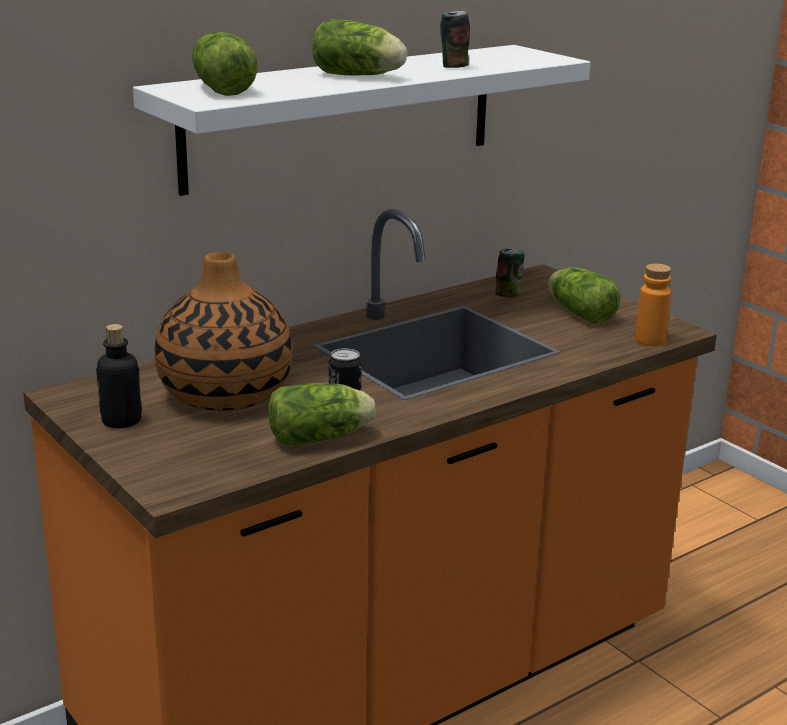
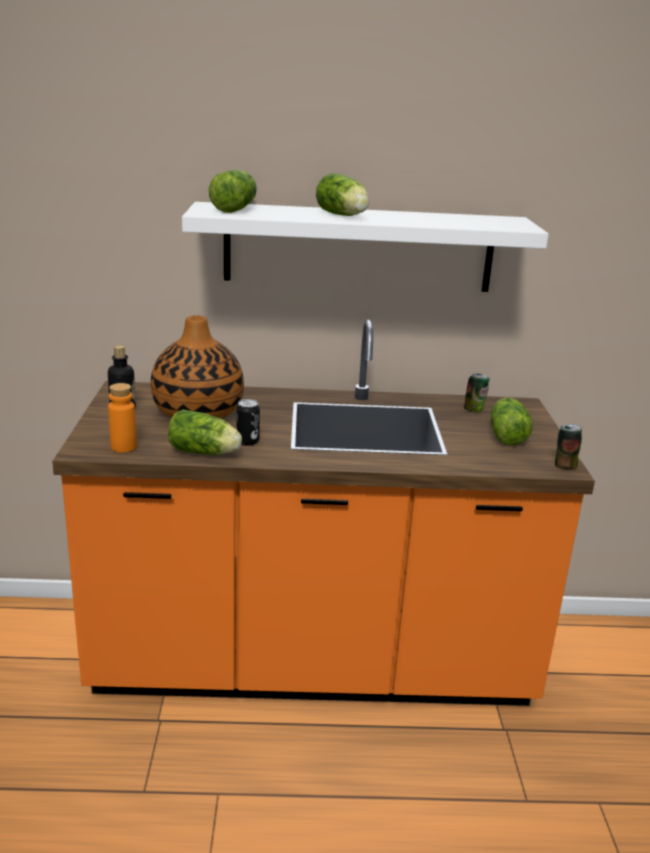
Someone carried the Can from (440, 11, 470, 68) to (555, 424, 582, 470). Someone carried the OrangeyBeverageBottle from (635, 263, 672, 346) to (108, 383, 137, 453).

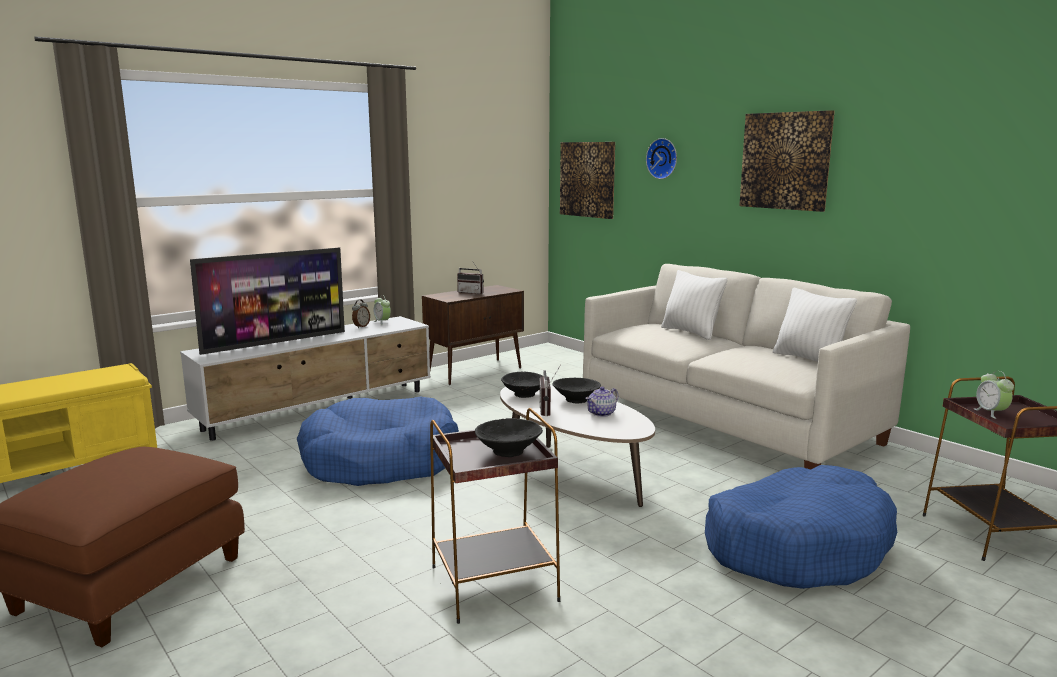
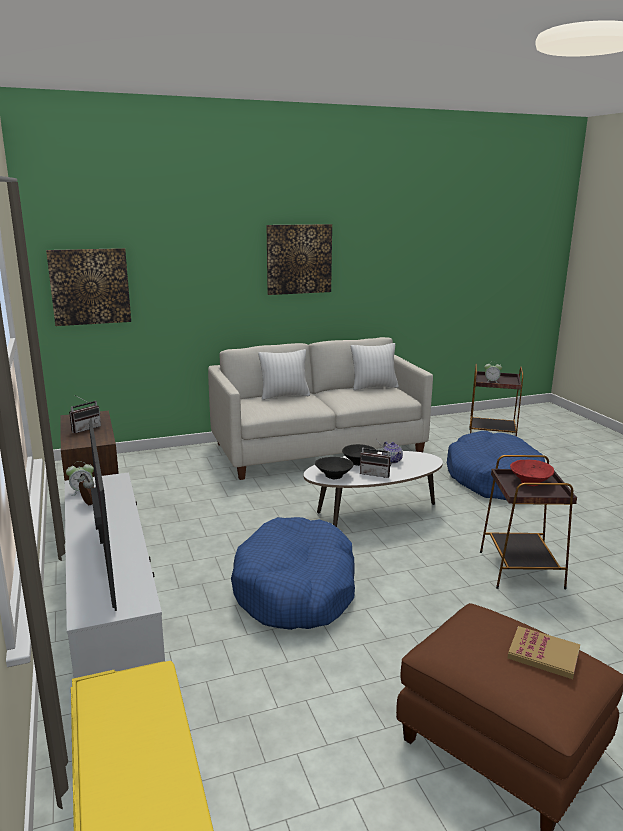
Someone took away the WallClock at (646, 138, 677, 179). Someone repainted the BlackColouredDeepDish at (475, 418, 543, 457), which became the RedDeepDish at (510, 460, 554, 486). Someone put down the BoundBook at (508, 626, 580, 679).

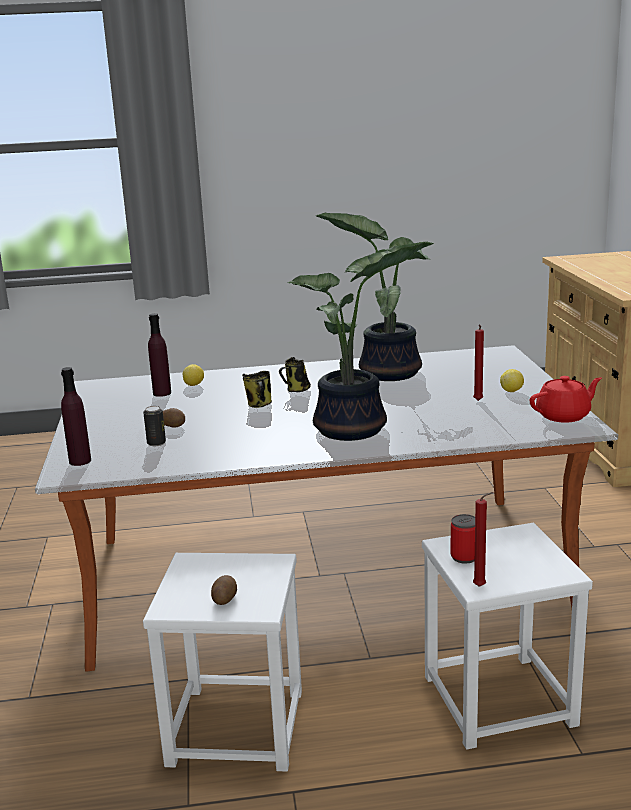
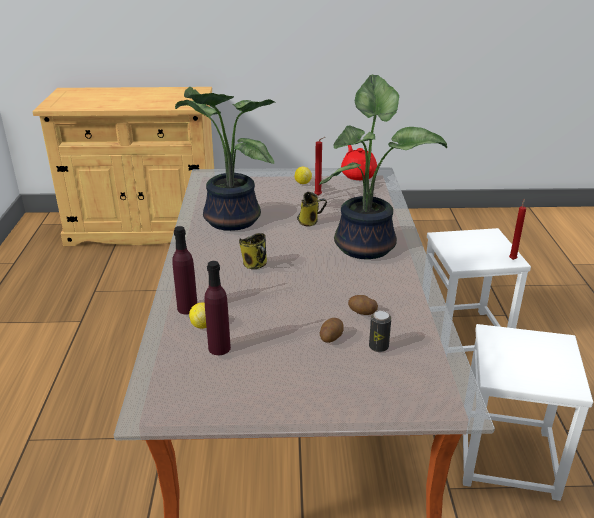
Someone carried the PurplishBeverageBottle from (61, 367, 91, 466) to (172, 226, 197, 314). Someone carried the CoffeeMug from (242, 371, 272, 408) to (297, 192, 327, 226). Someone took away the Can at (451, 514, 475, 564). Someone carried the Potato from (211, 575, 237, 605) to (348, 295, 378, 315).

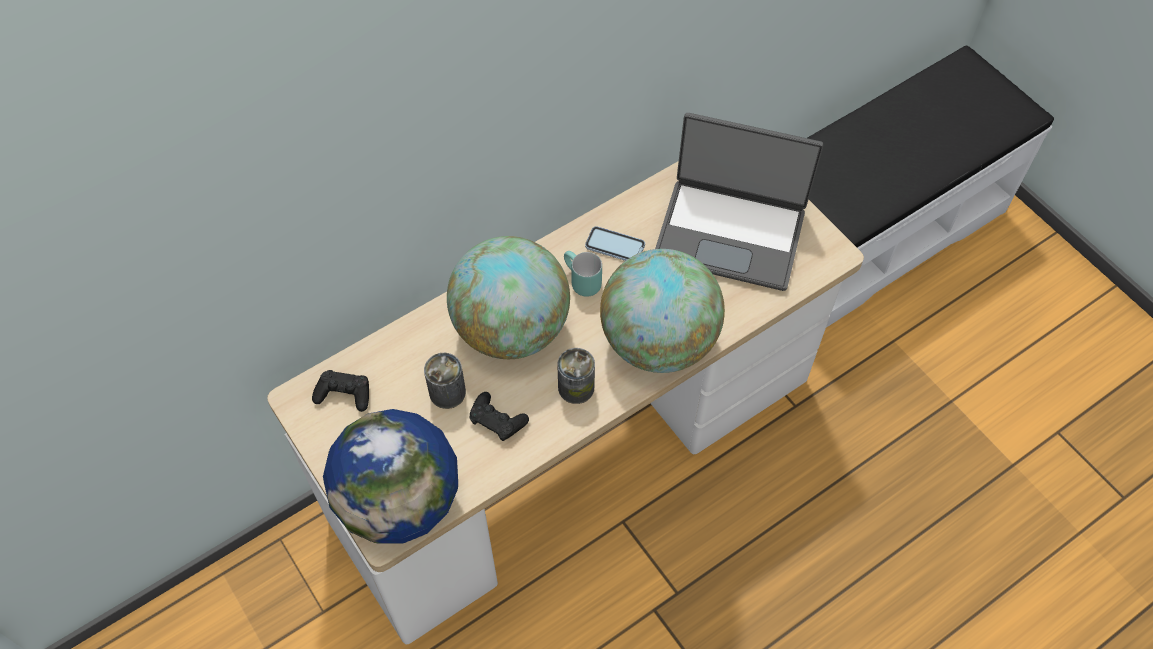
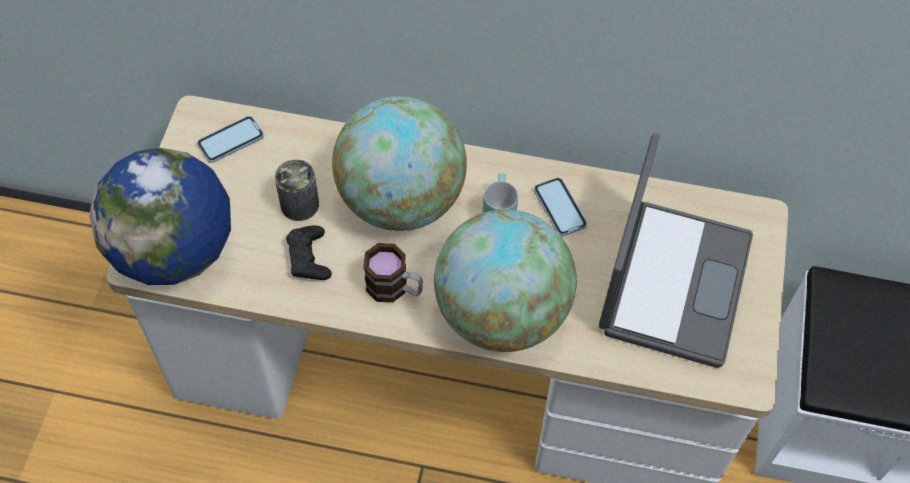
Someone rotated the PortableComputer at (655, 113, 824, 291) by 135 degrees counterclockwise. Someone swapped the Can at (557, 348, 595, 404) for the CoffeeMug at (363, 243, 423, 303). Someone swapped the BlackColouredJoypad at (312, 370, 369, 412) for the Handset at (197, 116, 264, 163).

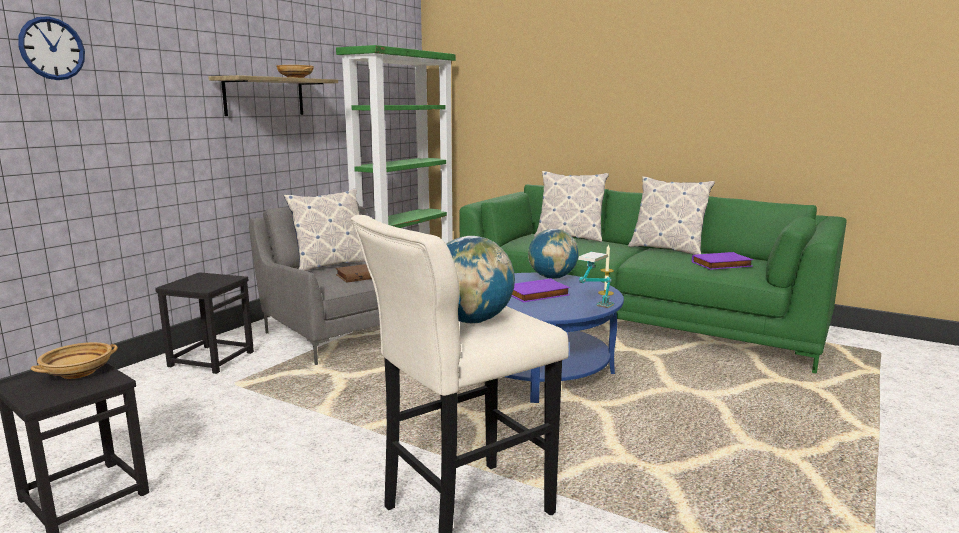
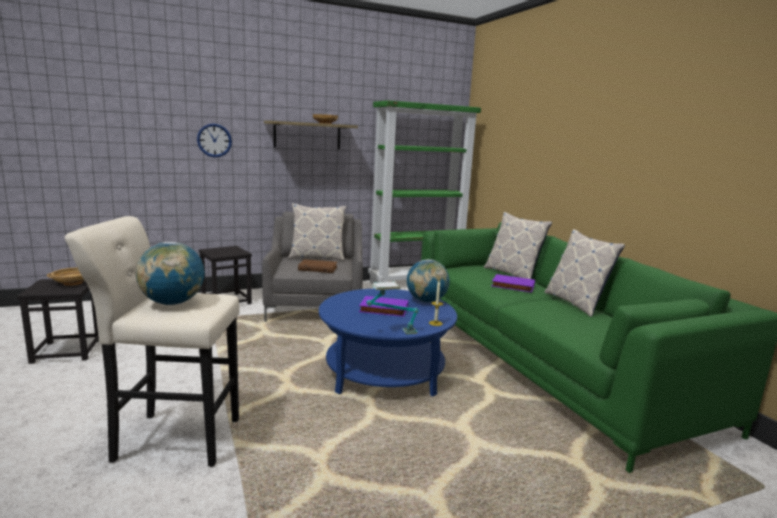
Someone carried the WallClock from (18, 16, 85, 80) to (197, 124, 232, 157). Someone carried the PurplishBoundBook from (692, 252, 753, 270) to (492, 274, 535, 293).

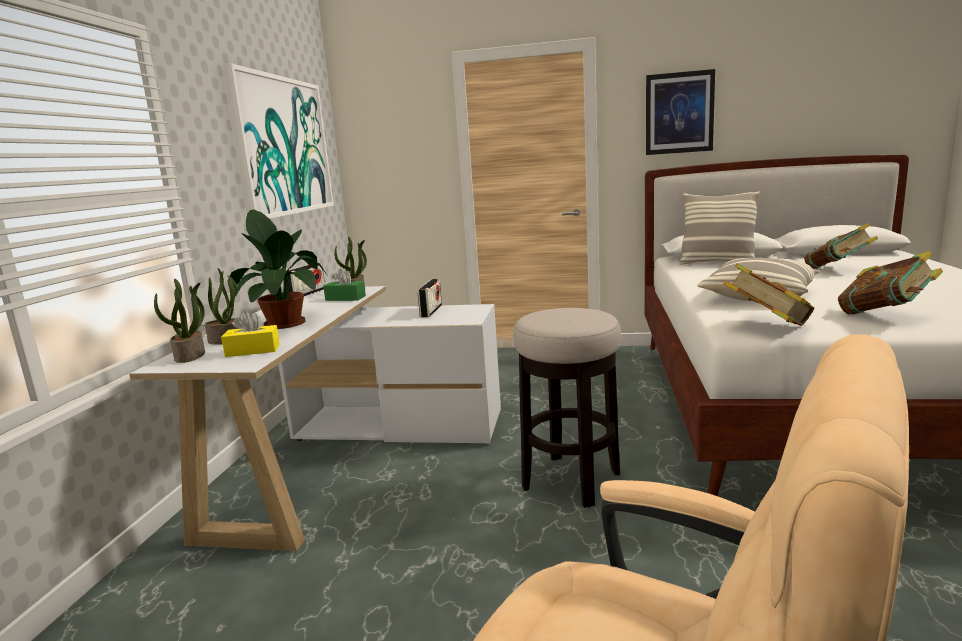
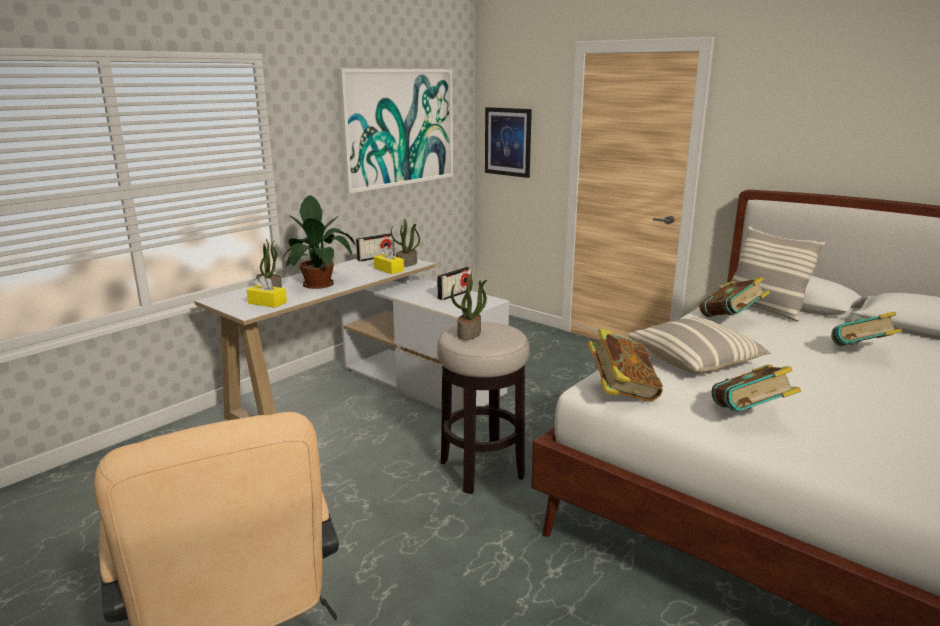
Someone carried the Picture from (646, 69, 715, 155) to (485, 107, 532, 178). Someone repainted the GreenColouredTissueBox at (323, 269, 366, 301), which became the YellowColouredTissueBox at (374, 246, 404, 274). Someone carried the Houseplant from (154, 279, 205, 363) to (451, 274, 487, 340). Someone put down the BoundBook at (699, 277, 770, 317).

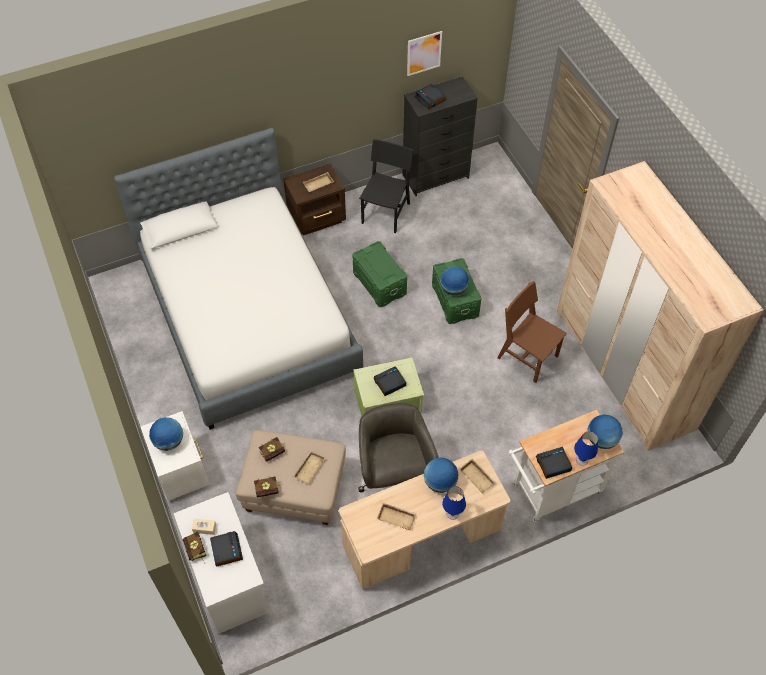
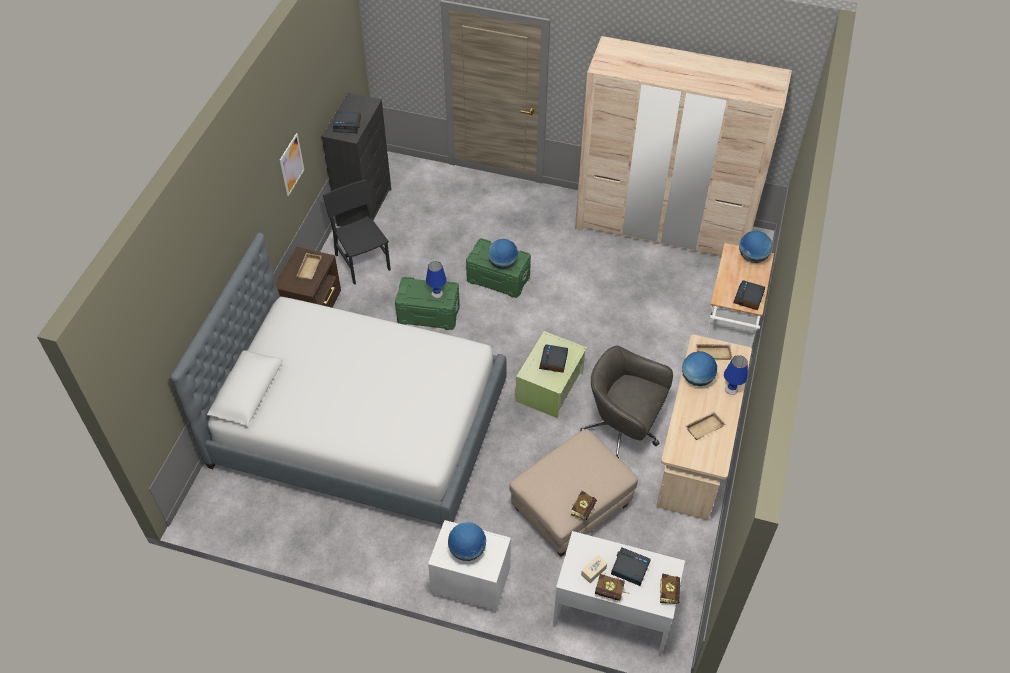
Someone carried the Picture from (407, 31, 442, 76) to (280, 133, 304, 196). Someone took away the BrownPlainChair at (498, 281, 567, 383). Someone carried the BlueColouredLampForATable from (574, 431, 598, 466) to (426, 261, 447, 298). Someone carried the BoundBook from (259, 437, 285, 462) to (660, 574, 681, 604). Someone took away the BeigeColouredTray at (293, 451, 325, 484).

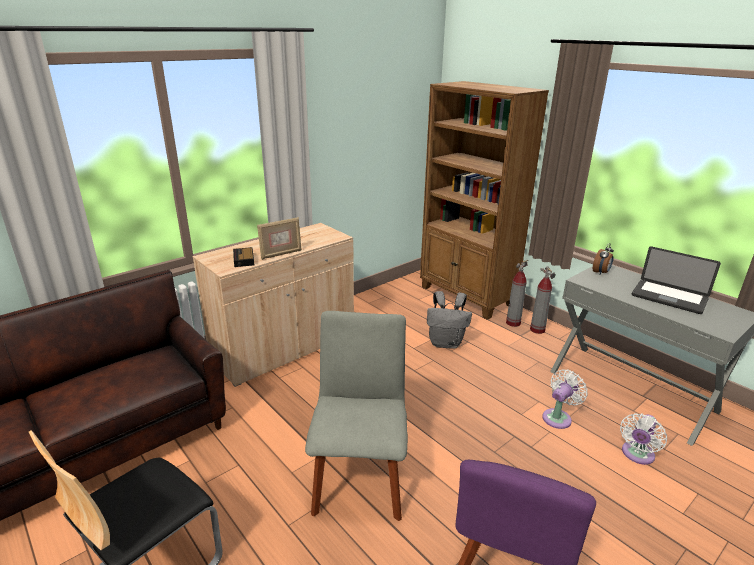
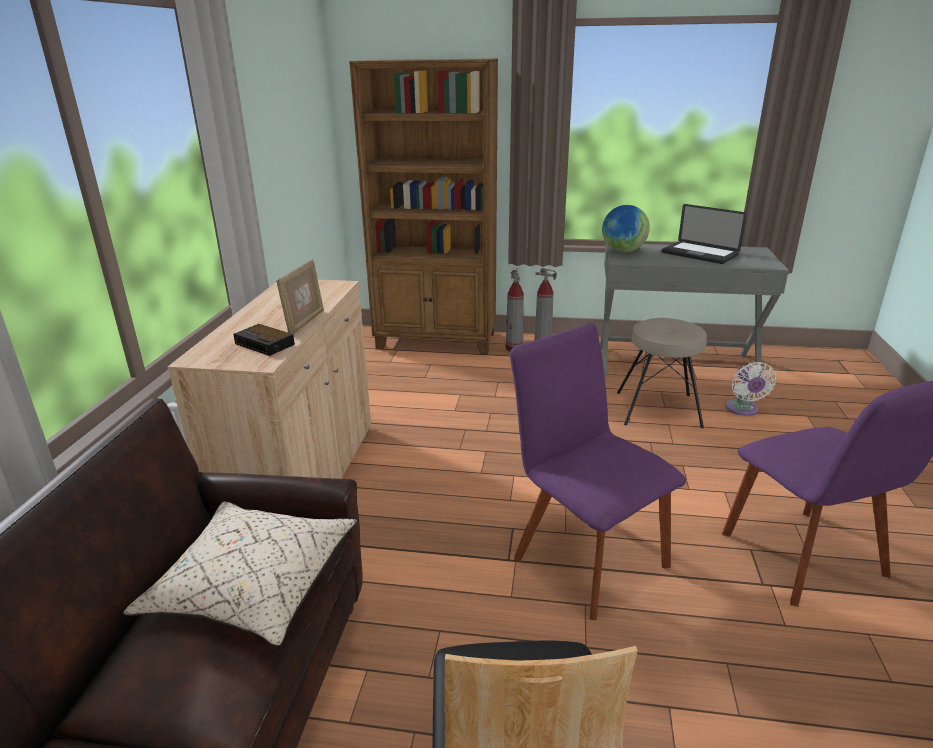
Someone swapped the TableClock at (593, 243, 614, 275) for the Globe at (602, 205, 650, 252). Someone rotated the PortableComputer at (632, 246, 721, 314) by 45 degrees clockwise. Someone took away the GrayKnapsack at (427, 291, 472, 349). Someone repainted the GrayPlainChair at (305, 311, 408, 521), which became the PurplishPlainChair at (510, 323, 686, 620). Someone swapped the WhitishCoolingFan at (542, 369, 588, 429) for the BeigeColouredStool at (617, 318, 707, 428). Someone put down the BeigeColouredThrowPillow at (123, 502, 357, 646).

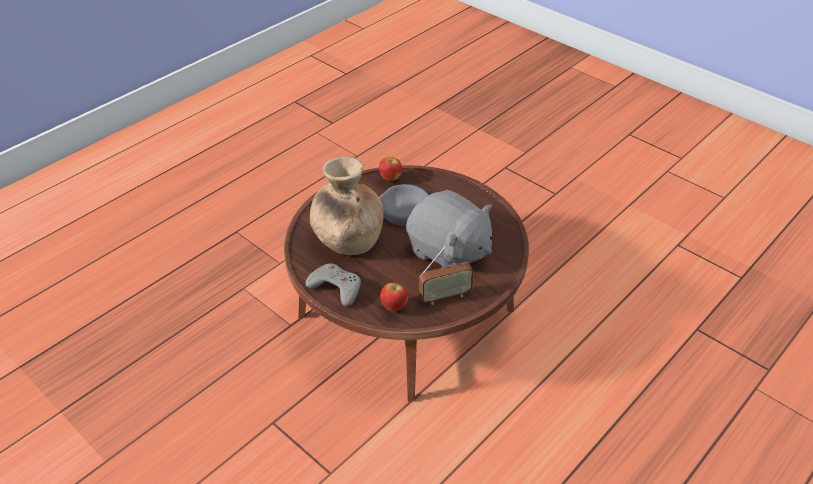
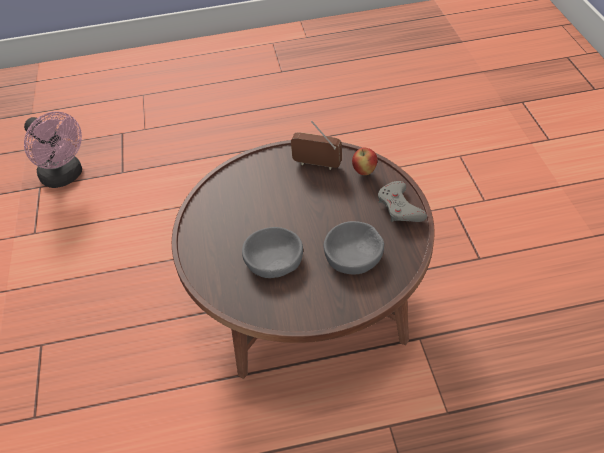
Someone swapped the BrownVase at (310, 156, 384, 255) for the GrayDeepDish at (324, 221, 384, 274). Someone took away the WholeApple at (379, 156, 402, 181). Someone took away the GraySoftToy at (406, 190, 492, 268). Someone put down the PinkCoolingFan at (24, 112, 82, 188).

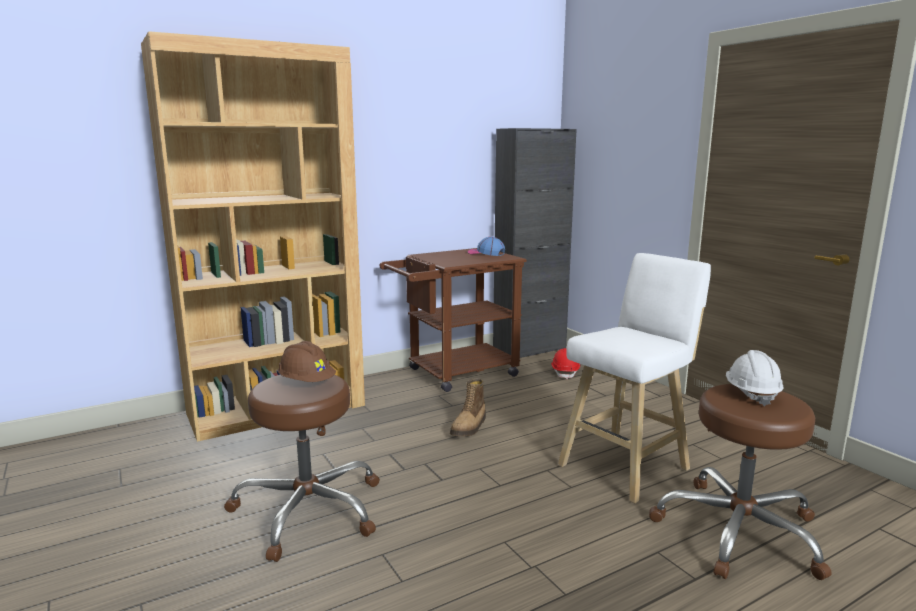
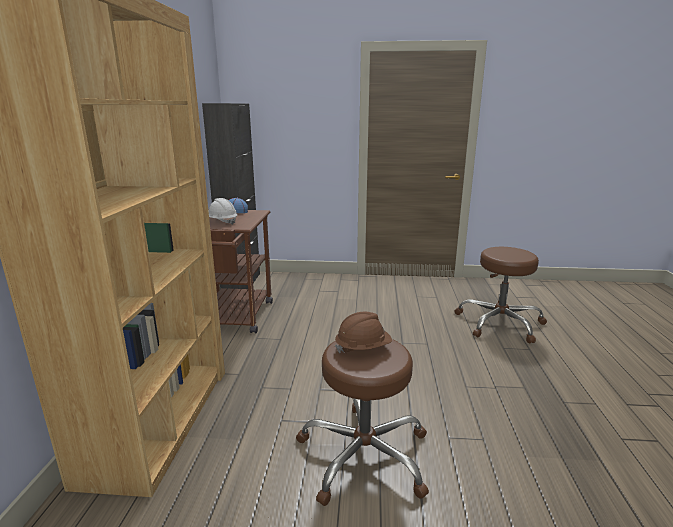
Someone took away the WhitishStool at (558, 253, 711, 503). Someone took away the RedHardHat at (551, 348, 580, 380). Someone carried the WhitishHardHat from (726, 350, 784, 406) to (208, 198, 237, 225). Someone took away the TallBoot at (450, 378, 486, 437).

